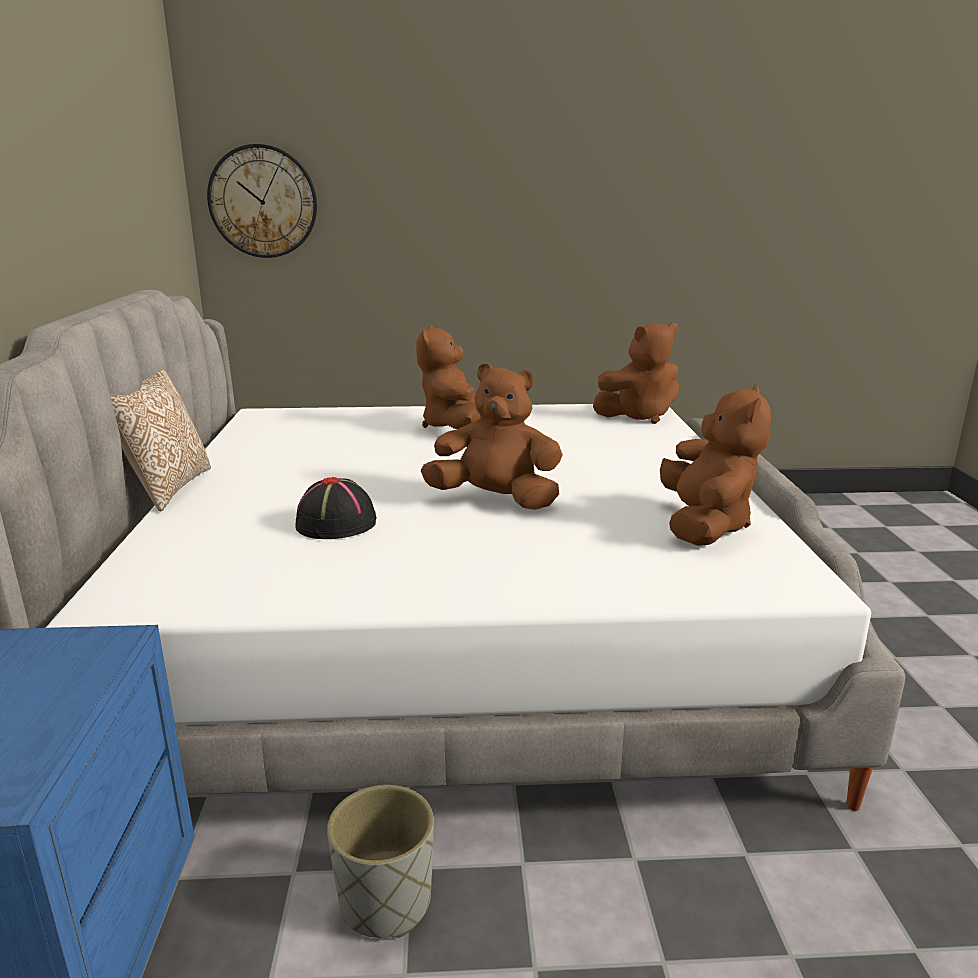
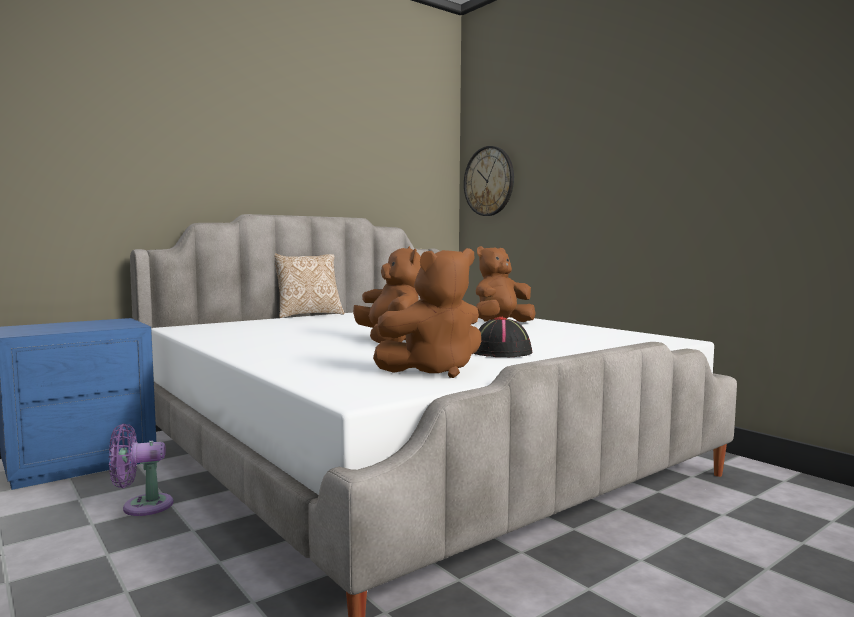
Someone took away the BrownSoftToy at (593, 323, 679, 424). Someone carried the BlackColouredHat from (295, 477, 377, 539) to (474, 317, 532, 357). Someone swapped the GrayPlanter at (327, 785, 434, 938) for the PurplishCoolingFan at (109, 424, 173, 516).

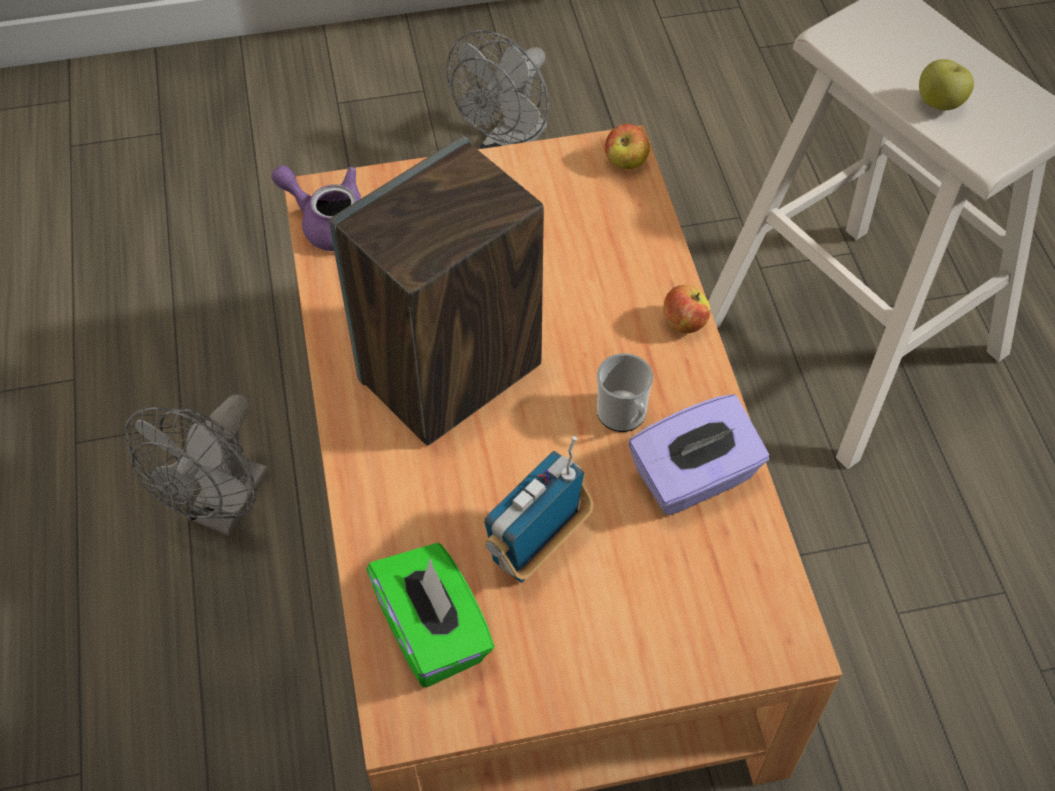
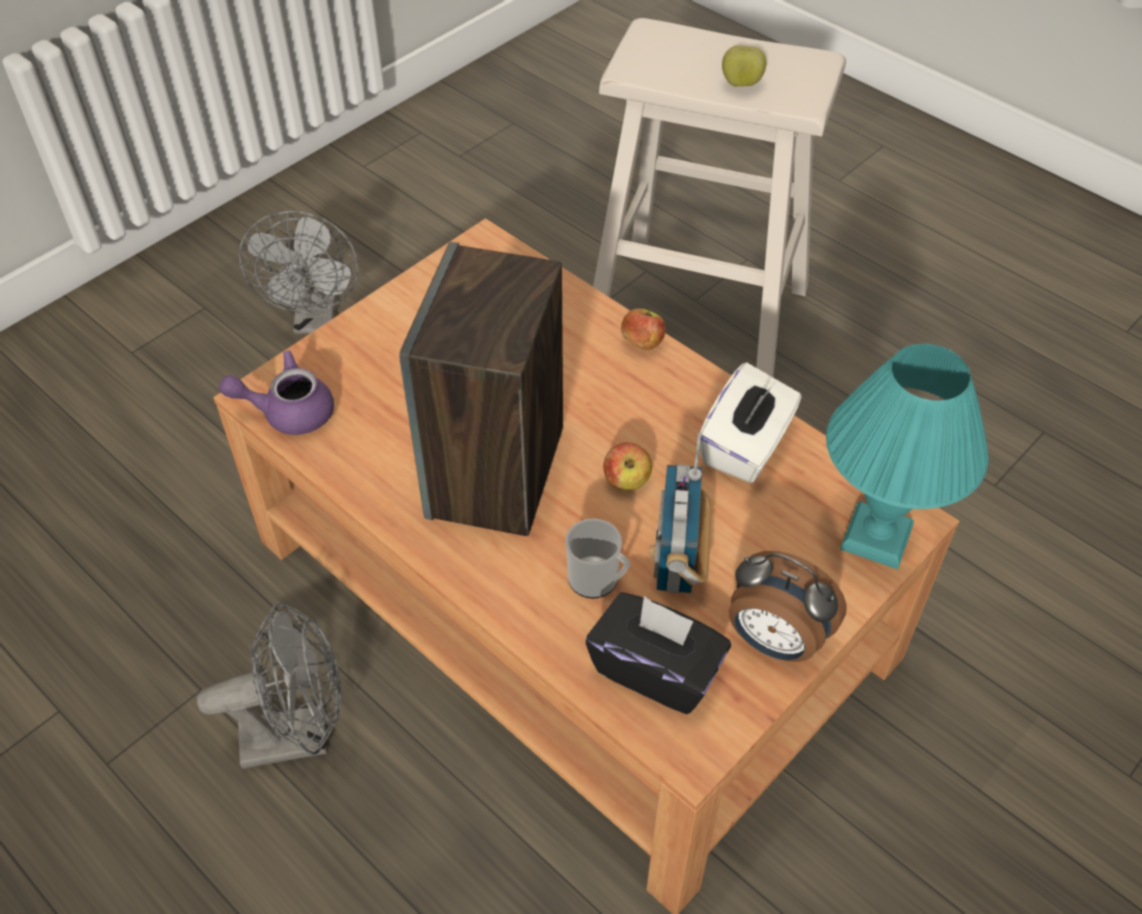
Someone carried the WholeApple from (605, 124, 650, 169) to (603, 443, 652, 490). Someone carried the CoffeeMug from (597, 353, 653, 432) to (565, 519, 630, 599). Someone rotated the GrayCoolingFan at (125, 394, 269, 536) by 90 degrees counterclockwise. Someone repainted the PurplishTissueBox at (629, 394, 769, 515), which became the WhitishTissueBox at (700, 363, 802, 483). Someone repainted the GreenColouredTissueBox at (366, 543, 495, 687), which became the BlackColouredTissueBox at (586, 592, 731, 714). Someone put down the TurquoiseLampForATable at (826, 344, 989, 569). Someone put down the TableClock at (729, 551, 847, 662).

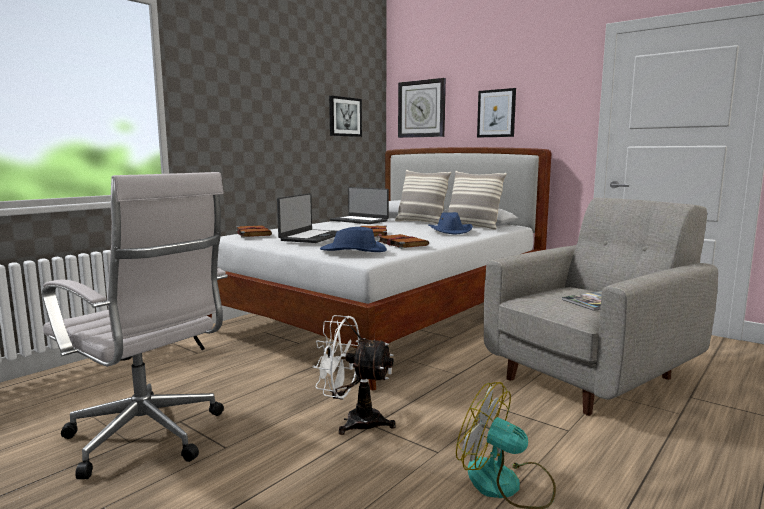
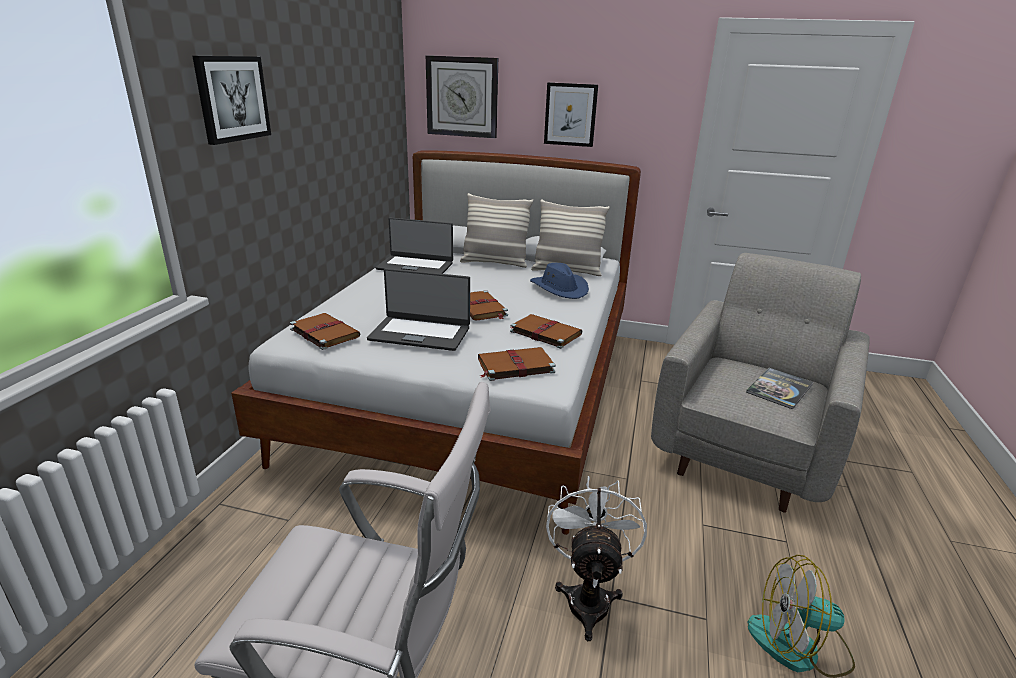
Someone carried the Picture from (329, 96, 362, 137) to (193, 56, 271, 145). Someone rotated the PortableComputer at (277, 193, 337, 243) by 105 degrees clockwise. Someone swapped the BlueColouredHat at (320, 227, 387, 252) for the BrownBoundBook at (478, 347, 556, 381). Someone rotated the WhitishCoolingFan at (313, 315, 396, 435) by 105 degrees clockwise.

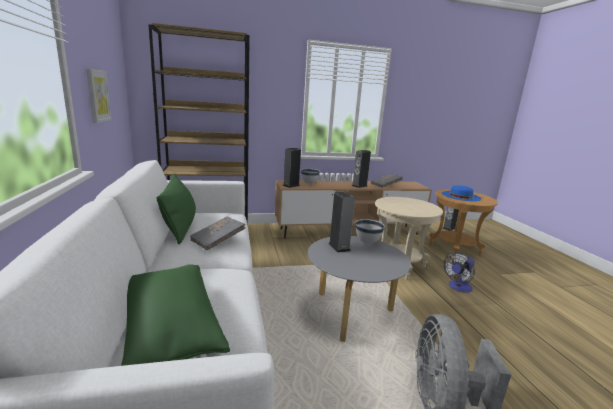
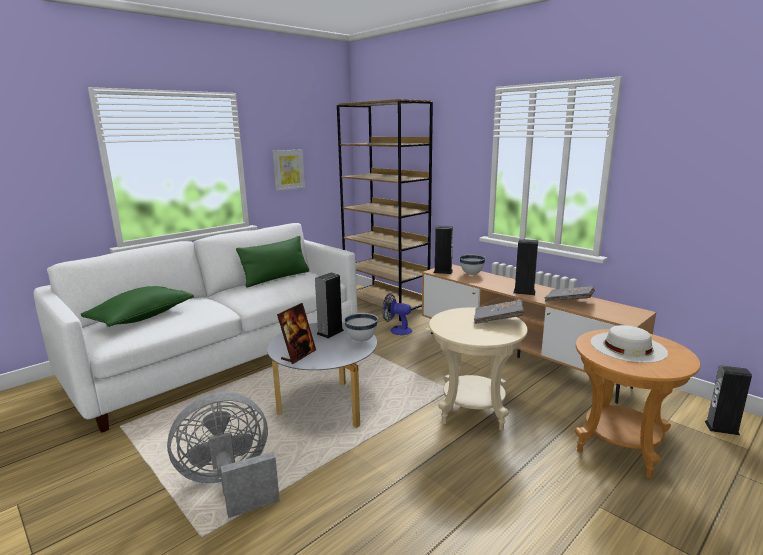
Someone repainted the BlueColouredHat at (442, 185, 481, 201), which became the WhitishHat at (591, 325, 668, 363). Someone carried the GrayBoundBook from (190, 217, 245, 250) to (474, 300, 524, 324). Someone carried the CoolingFan from (444, 252, 475, 293) to (382, 293, 412, 335). Someone put down the StandingFrame at (277, 303, 316, 364).

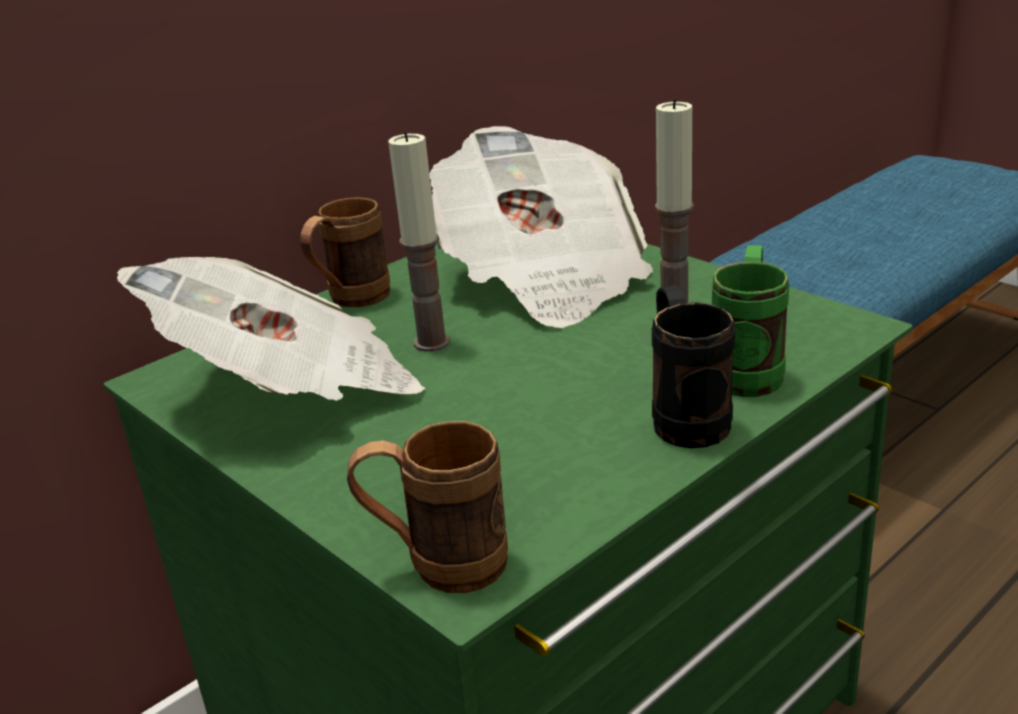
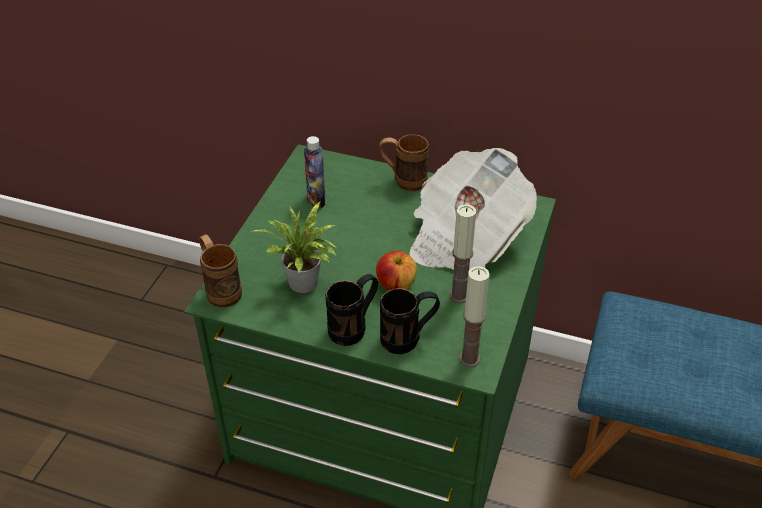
Someone carried the WaxCandle from (388, 132, 450, 352) to (460, 266, 490, 367). Someone repainted the GreenColouredCoffeeMug at (712, 245, 790, 397), which became the BlackColouredCoffeeMug at (380, 288, 440, 354). Someone swapped the Newspaper at (117, 257, 425, 401) for the BeverageBottle at (304, 136, 326, 208). Someone put down the Houseplant at (250, 201, 338, 293). Someone put down the WholeApple at (376, 251, 417, 291).

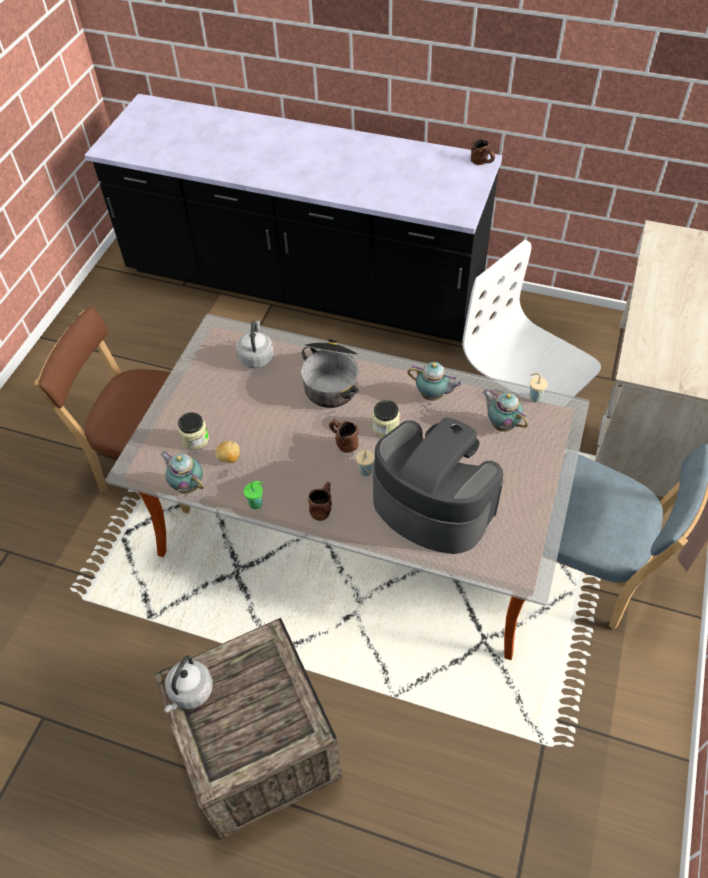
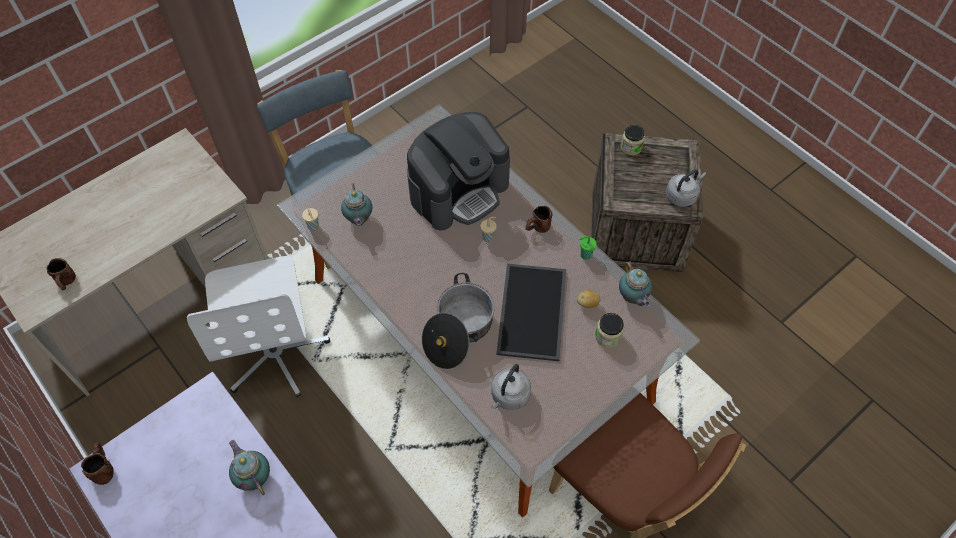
Someone carried the Teapot from (407, 362, 462, 401) to (229, 440, 270, 495). Someone carried the StorageJar from (372, 400, 400, 437) to (621, 125, 645, 155). Someone rotated the CoffeeBrewer at (373, 417, 503, 554) by 105 degrees counterclockwise. Someone carried the BrownCoffeeMug from (329, 419, 359, 453) to (47, 258, 76, 290). Someone put down the Tray at (496, 264, 566, 361).

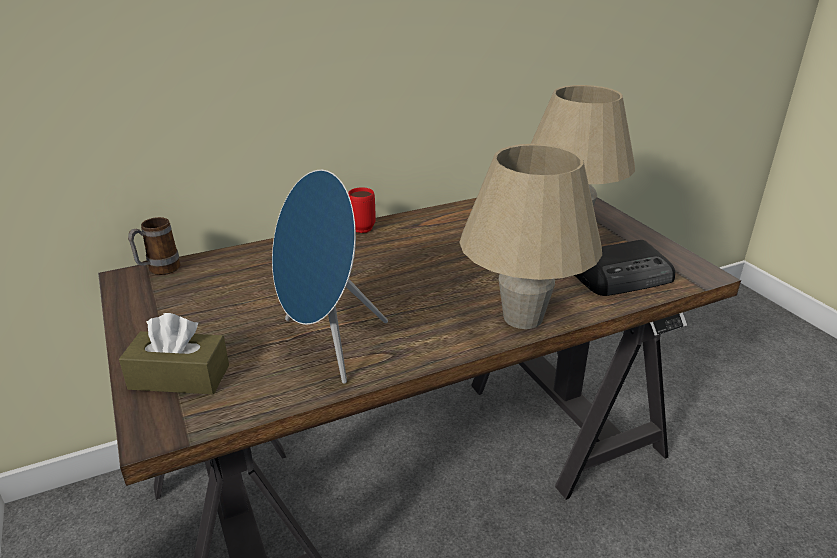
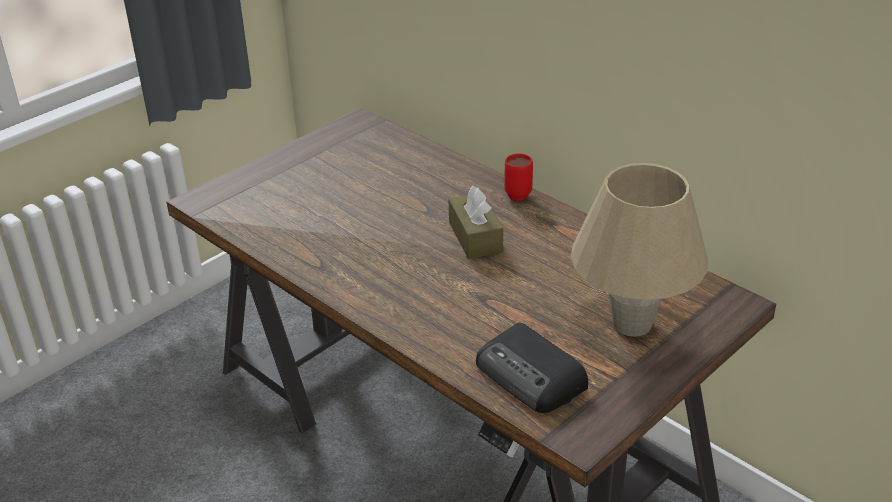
Someone took away the BeigeColouredLampForATable at (459, 144, 602, 329). Someone took away the BlueColouredLoudspeaker at (272, 170, 388, 384). Someone took away the CoffeeMug at (128, 217, 180, 275). Someone carried the BrownTissueBox from (119, 313, 229, 394) to (449, 186, 503, 259).

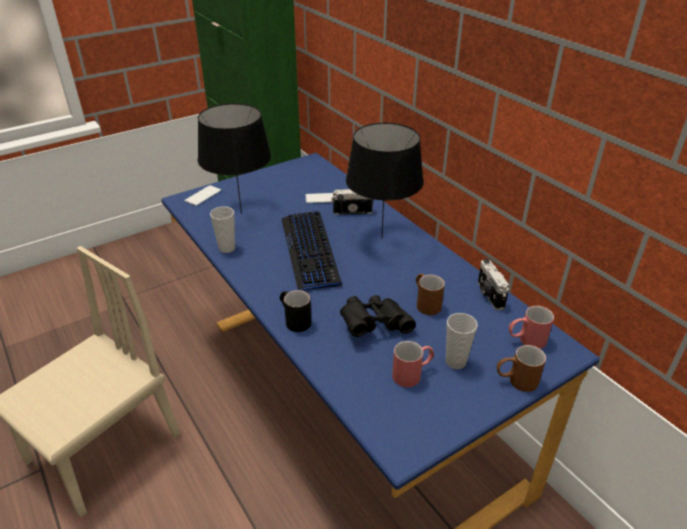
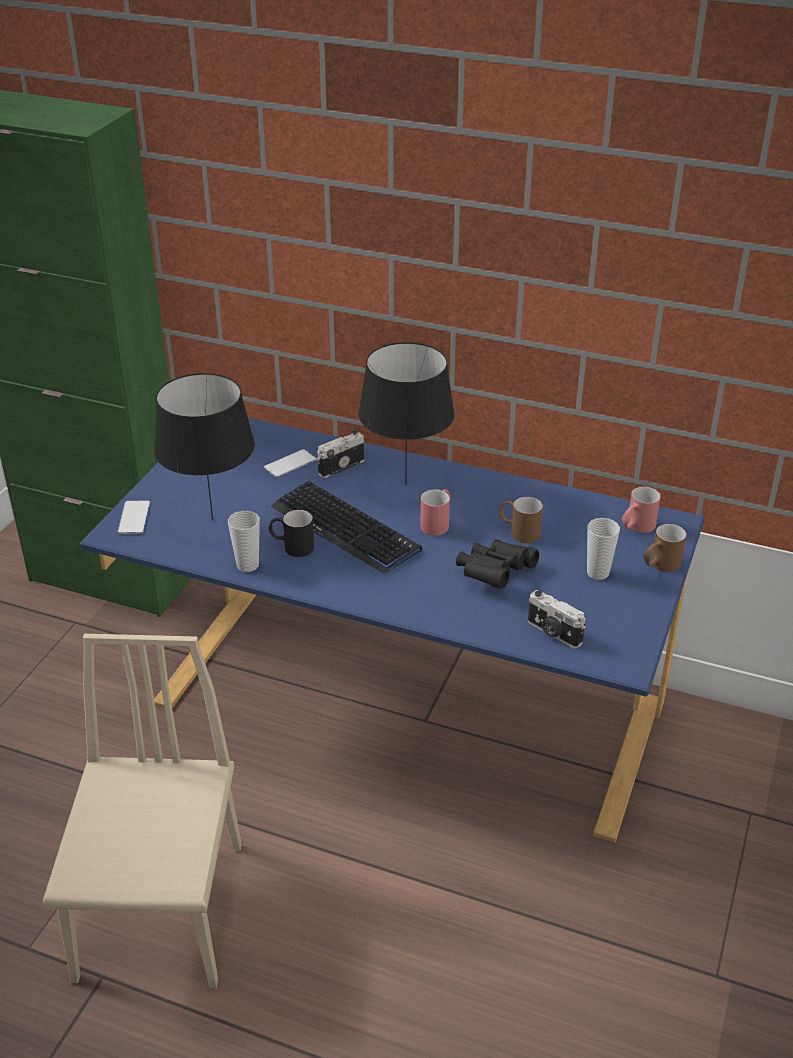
Someone carried the PhotoCamera from (478, 259, 509, 310) to (528, 590, 586, 648). Someone carried the BlackColouredCoffeeMug from (280, 290, 311, 332) to (269, 510, 314, 557). Someone carried the RedCoffeeMug from (392, 341, 434, 387) to (420, 489, 451, 536).

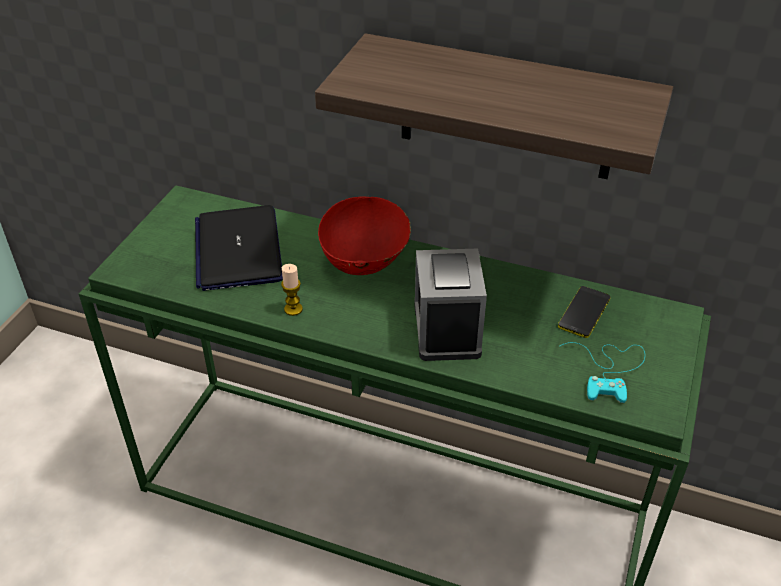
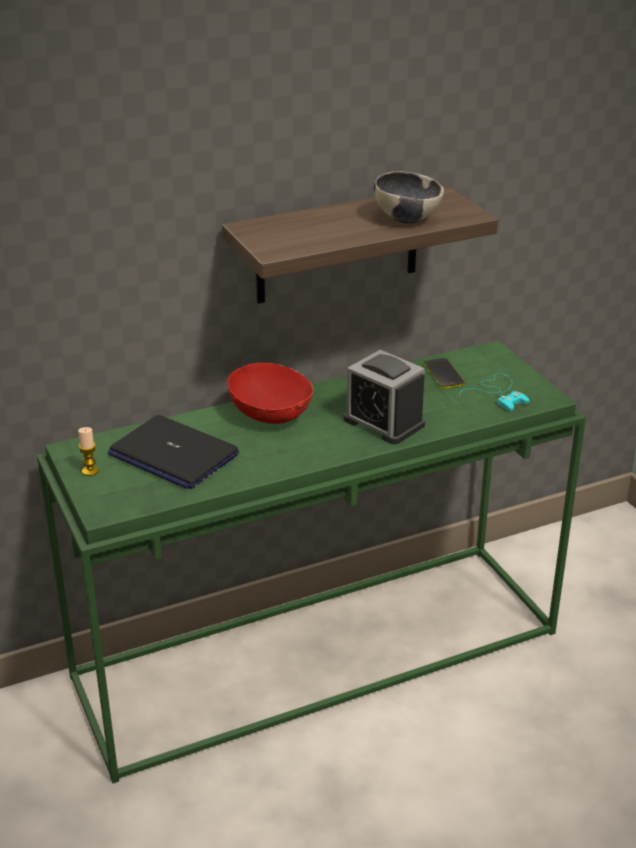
Someone carried the WaxCandle from (281, 264, 303, 316) to (78, 427, 99, 476). Someone put down the DeepDish at (374, 171, 444, 224).

